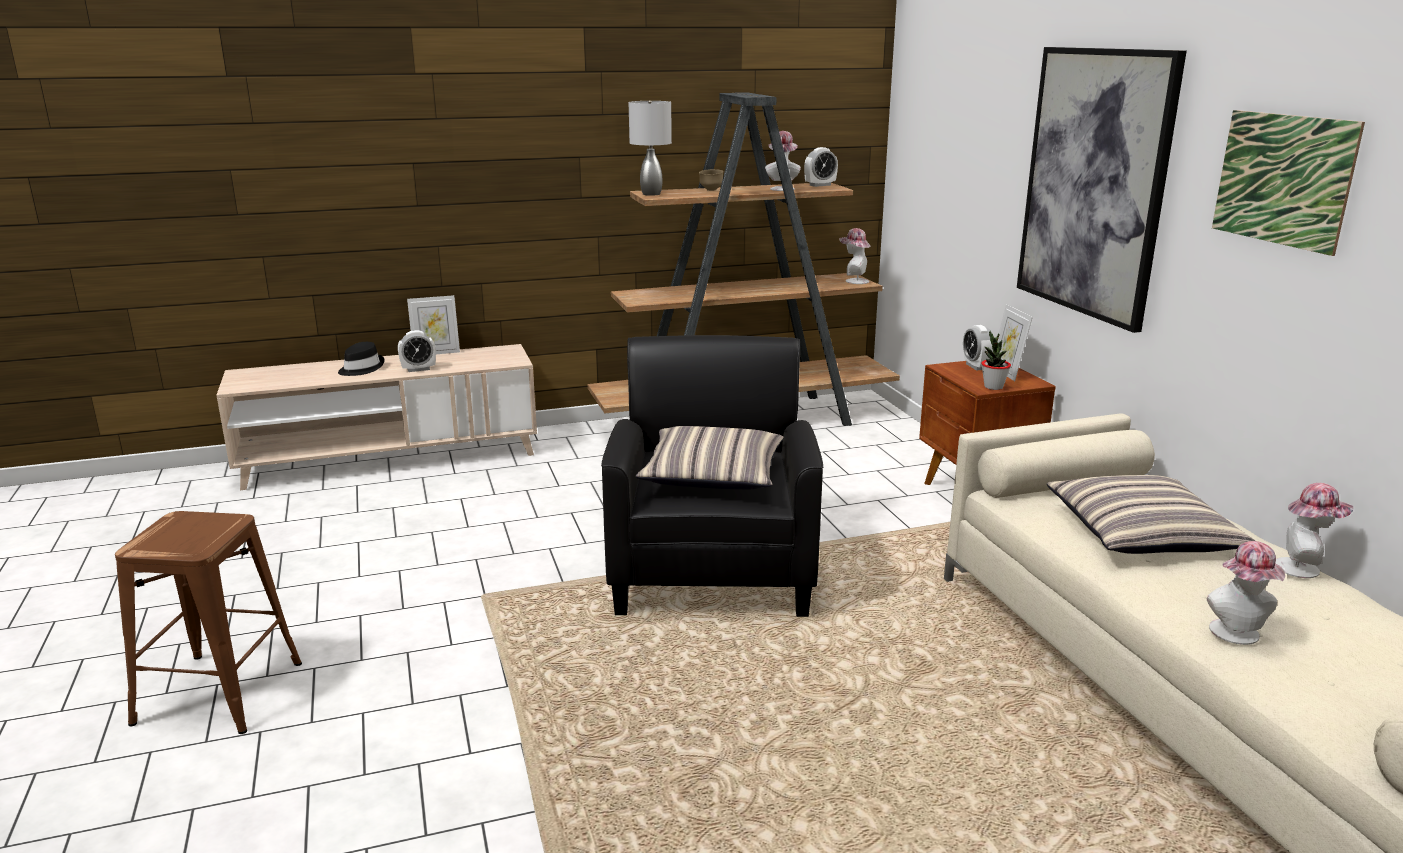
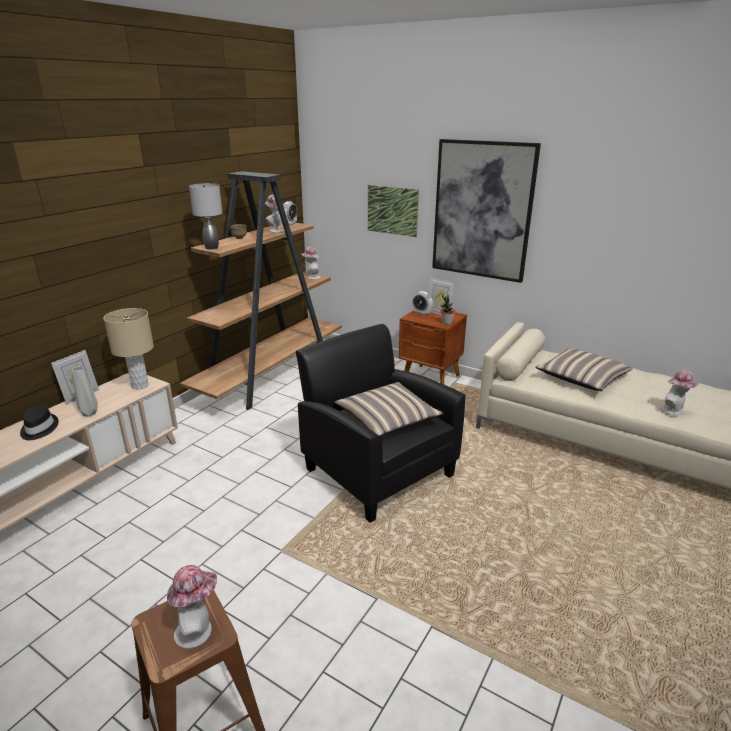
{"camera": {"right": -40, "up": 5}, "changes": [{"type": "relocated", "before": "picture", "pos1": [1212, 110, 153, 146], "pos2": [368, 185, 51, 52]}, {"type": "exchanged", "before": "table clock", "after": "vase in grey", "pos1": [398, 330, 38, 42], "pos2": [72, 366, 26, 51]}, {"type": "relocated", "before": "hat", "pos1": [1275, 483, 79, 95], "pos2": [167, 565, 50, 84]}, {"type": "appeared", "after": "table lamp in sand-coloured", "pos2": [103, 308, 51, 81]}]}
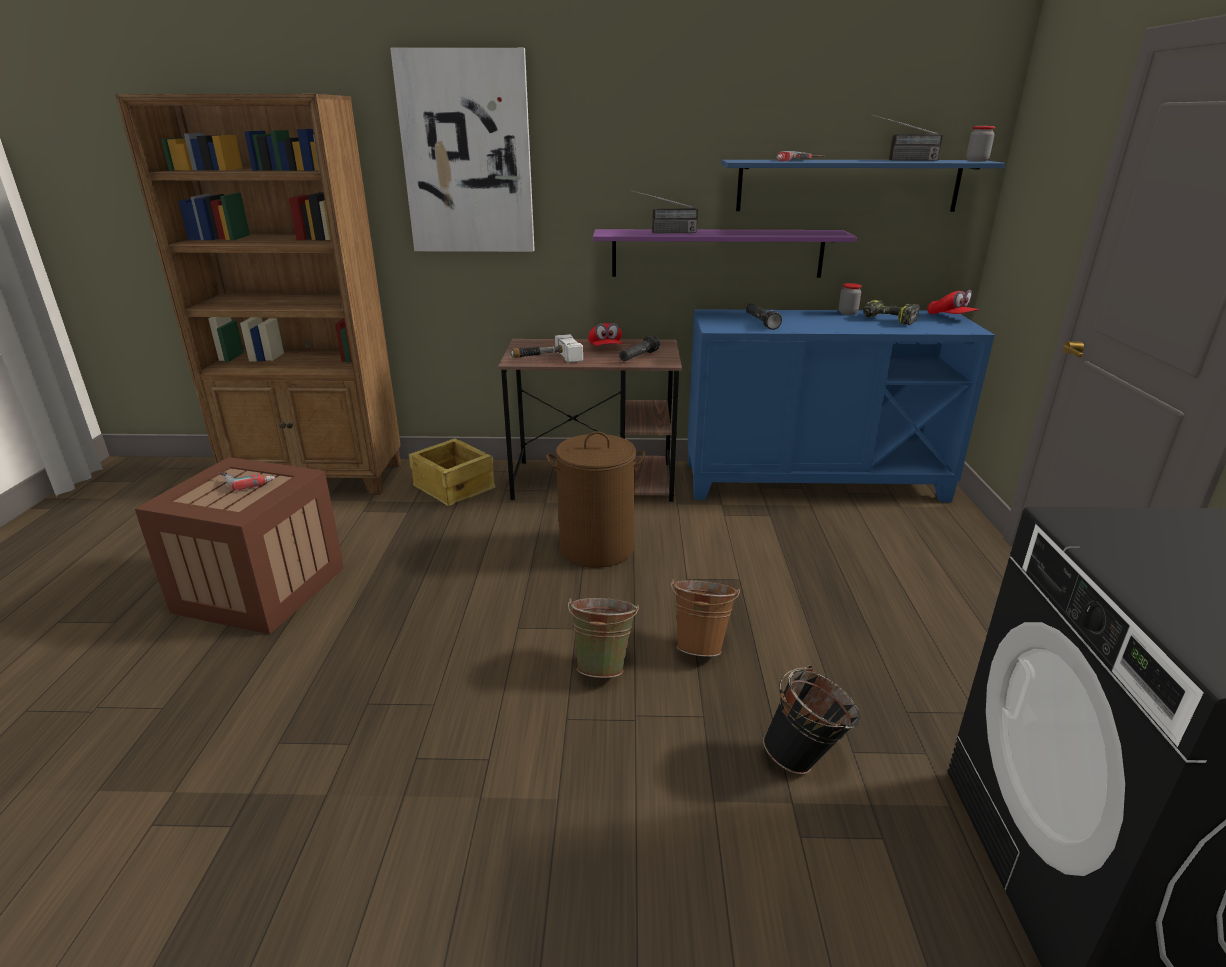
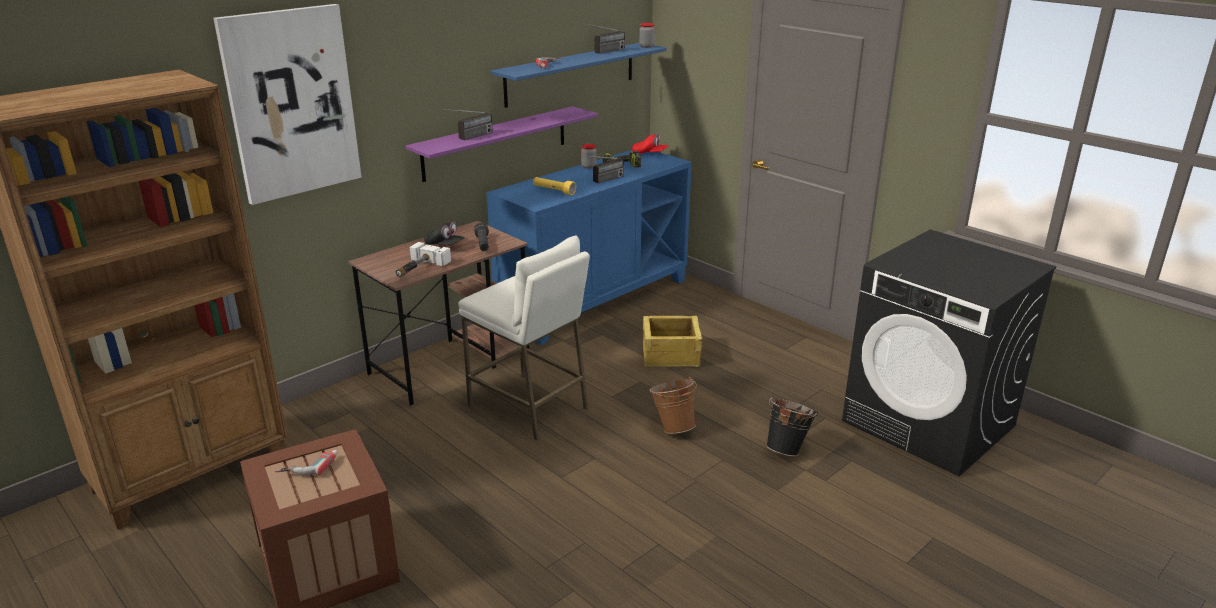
{"camera": {"right": -45, "up": 0}, "changes": [{"type": "colour", "before": "torch in black", "after": "torch in yellow", "pos1": [746, 303, 36, 27], "pos2": [533, 177, 43, 18]}, {"type": "colour", "before": "peaked cap in red", "after": "peaked cap in black", "pos1": [588, 323, 34, 23], "pos2": [424, 222, 41, 23]}, {"type": "exchanged", "before": "laundry basket in brown", "after": "stool in white", "pos1": [546, 432, 99, 136], "pos2": [458, 236, 132, 204]}, {"type": "relocated", "before": "shipping crate", "pos1": [409, 439, 87, 67], "pos2": [643, 316, 59, 51]}, {"type": "missing", "before": "bucket in green-coloured", "pos1": [568, 598, 71, 80]}, {"type": "appeared", "after": "radio", "pos2": [585, 156, 39, 28]}]}
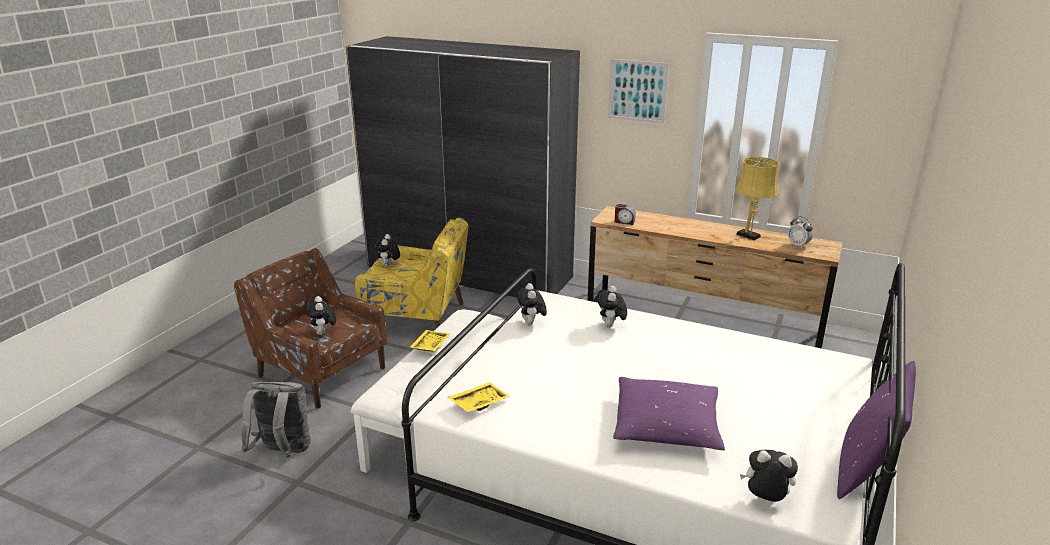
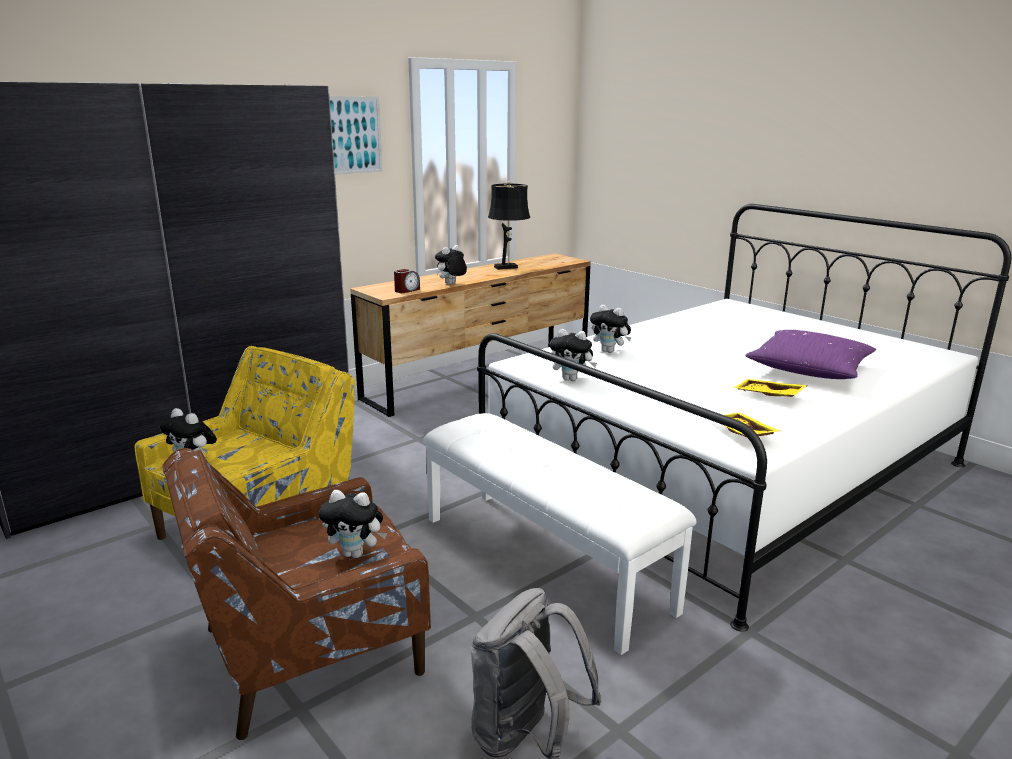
{"camera": {"right": -65, "up": -5}, "changes": [{"type": "colour", "before": "table lamp in yellow", "after": "table lamp in black", "pos1": [736, 157, 44, 83], "pos2": [488, 181, 42, 89]}, {"type": "missing", "before": "table clock", "pos1": [788, 216, 25, 32]}, {"type": "relocated", "before": "serving tray in yellow", "pos1": [410, 330, 40, 22], "pos2": [733, 379, 75, 18]}, {"type": "missing", "before": "throw pillow in purple", "pos1": [837, 361, 79, 138]}, {"type": "relocated", "before": "soft toy", "pos1": [740, 450, 58, 52], "pos2": [435, 245, 32, 39]}]}
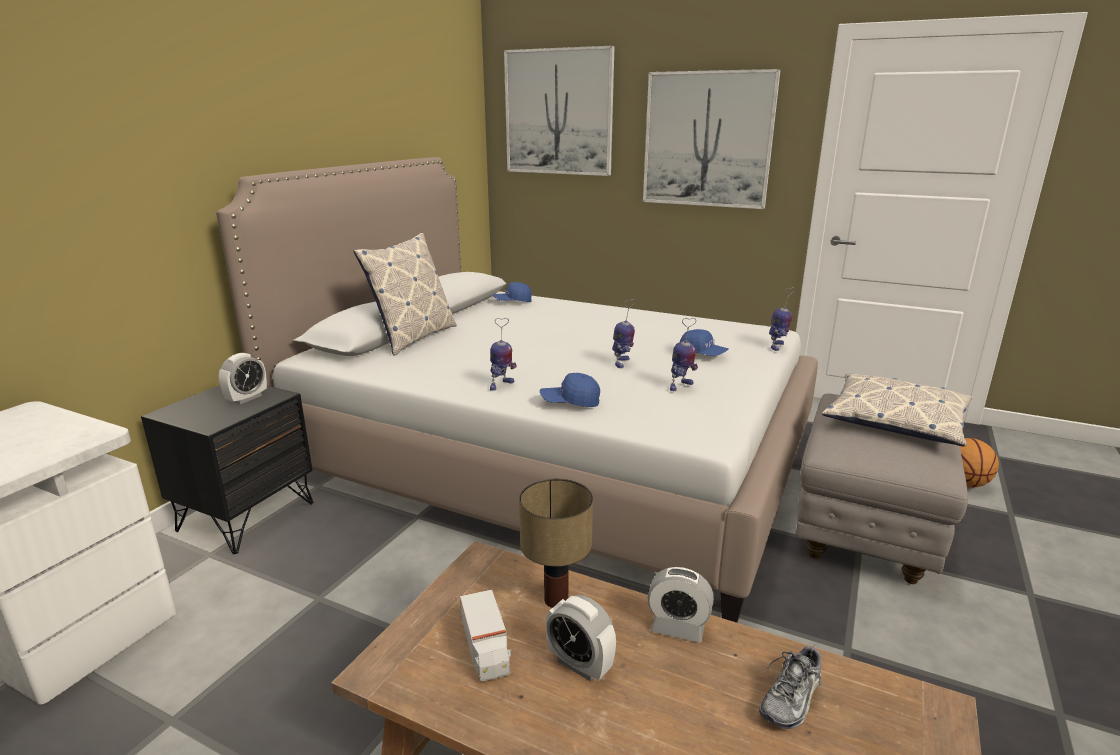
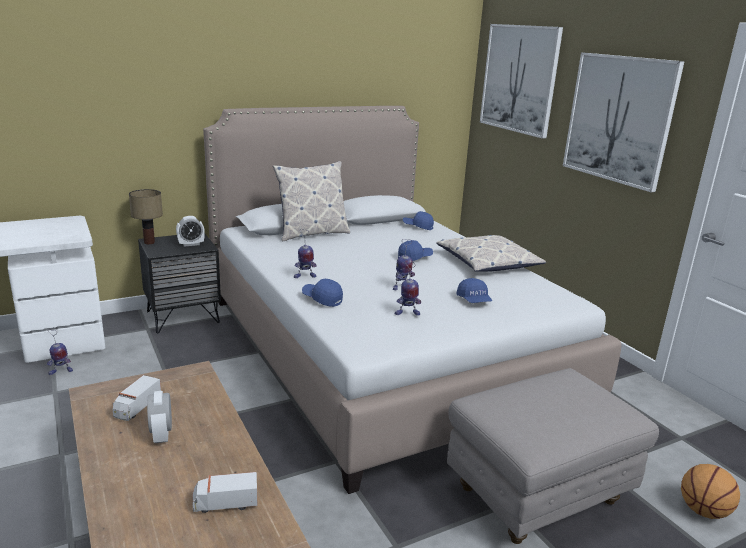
{"camera": {"right": 35, "up": 0}, "changes": [{"type": "relocated", "before": "toy robot", "pos1": [769, 287, 26, 64], "pos2": [47, 329, 26, 46]}, {"type": "relocated", "before": "throw pillow", "pos1": [822, 374, 150, 72], "pos2": [436, 235, 110, 37]}, {"type": "relocated", "before": "table lamp", "pos1": [519, 479, 74, 129], "pos2": [129, 189, 34, 55]}, {"type": "missing", "before": "table clock", "pos1": [648, 567, 66, 76]}, {"type": "exchanged", "before": "item of footwear", "after": "toy lorry", "pos1": [759, 643, 63, 86], "pos2": [192, 472, 65, 41]}, {"type": "appeared", "after": "peaked cap in bluish", "pos2": [398, 240, 35, 21]}]}
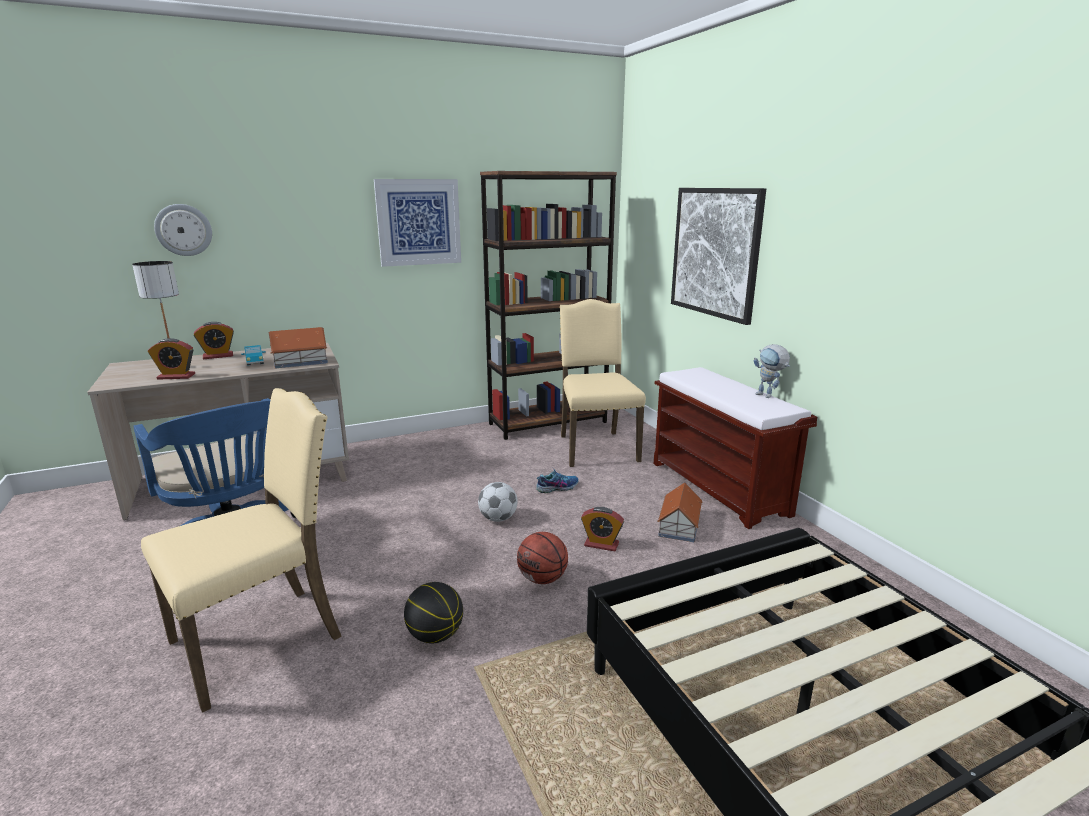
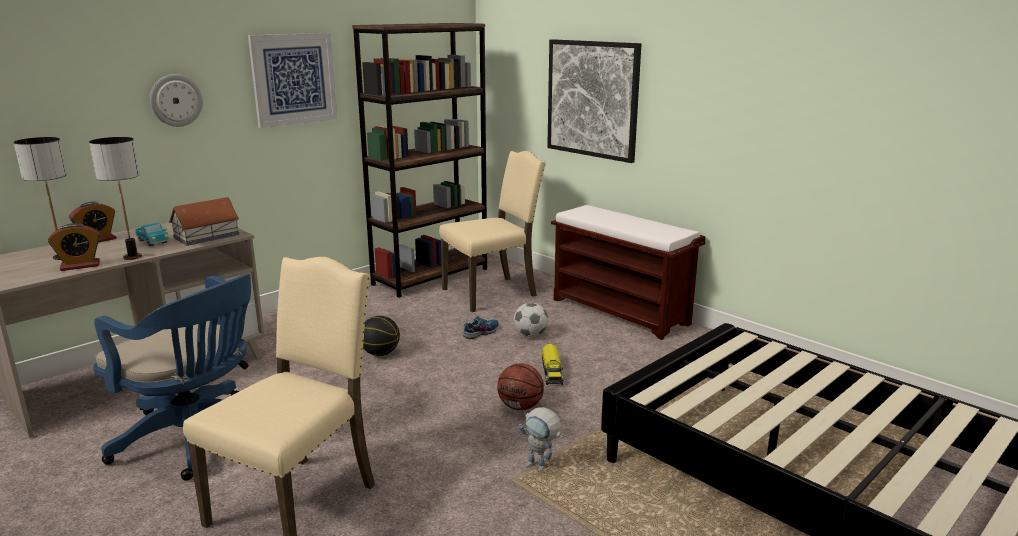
{"camera": {"right": -20, "up": 0}, "changes": [{"type": "relocated", "before": "hanging clock", "pos1": [154, 204, 58, 52], "pos2": [150, 74, 53, 53]}, {"type": "spun", "before": "chair in sand-coloured", "pos1": [560, 299, 86, 168], "pos2": [439, 151, 107, 161], "turn": 90}, {"type": "relocated", "before": "toy robot", "pos1": [754, 344, 36, 54], "pos2": [519, 407, 44, 64]}, {"type": "relocated", "before": "ball for football", "pos1": [478, 482, 40, 40], "pos2": [514, 303, 34, 34]}, {"type": "missing", "before": "miniature house", "pos1": [657, 483, 46, 59]}, {"type": "exchanged", "before": "table clock", "after": "toy lorry", "pos1": [581, 507, 43, 44], "pos2": [542, 344, 22, 41]}, {"type": "relocated", "before": "basketball ball", "pos1": [404, 582, 59, 61], "pos2": [363, 316, 37, 40]}, {"type": "appeared", "after": "table lamp", "pos2": [89, 137, 53, 123]}]}
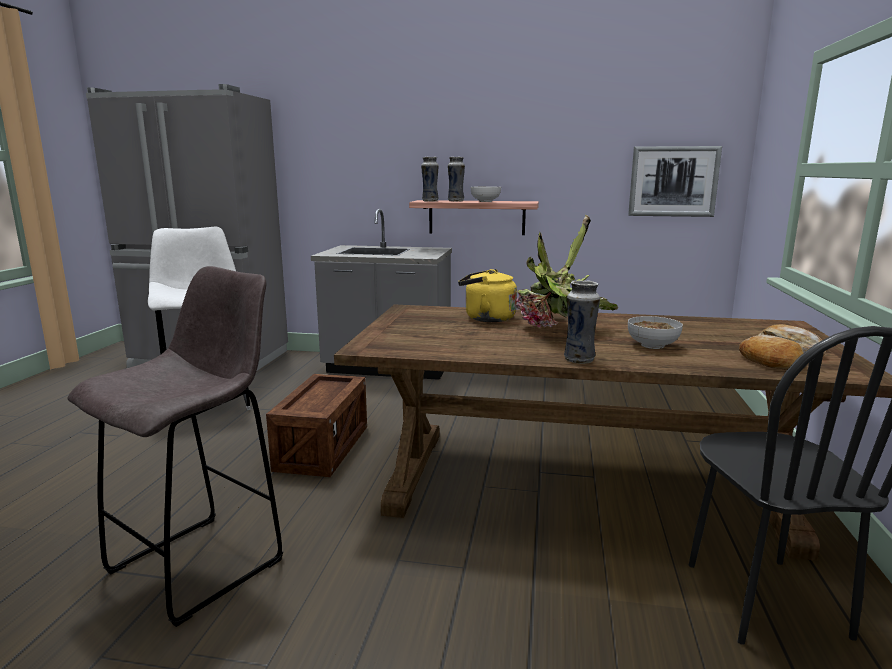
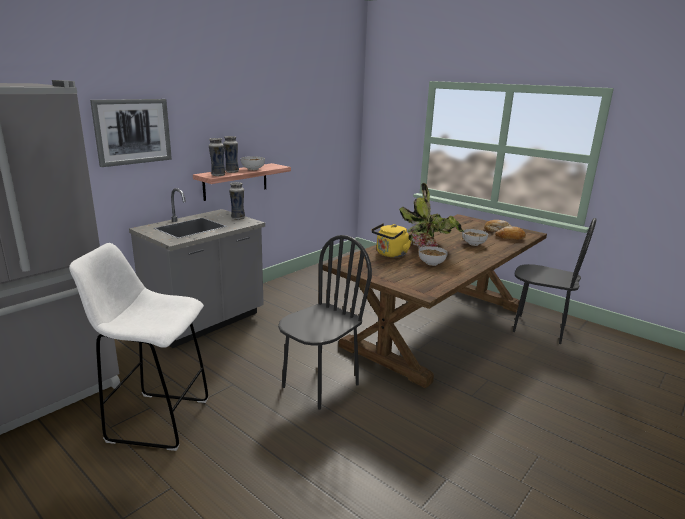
{"camera": {"right": -60, "up": 5}, "changes": [{"type": "relocated", "before": "picture", "pos1": [628, 146, 94, 71], "pos2": [90, 99, 82, 68]}, {"type": "missing", "before": "stool in grey", "pos1": [67, 266, 216, 361]}, {"type": "relocated", "before": "vase", "pos1": [564, 280, 36, 84], "pos2": [229, 182, 16, 38]}, {"type": "exchanged", "before": "shipping crate", "after": "chair in black", "pos1": [266, 374, 101, 103], "pos2": [278, 235, 94, 175]}, {"type": "appeared", "after": "serving bowl", "pos2": [419, 246, 29, 20]}]}
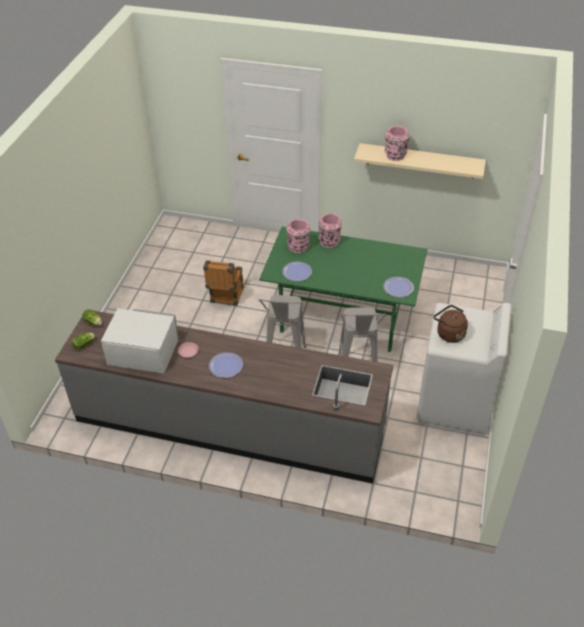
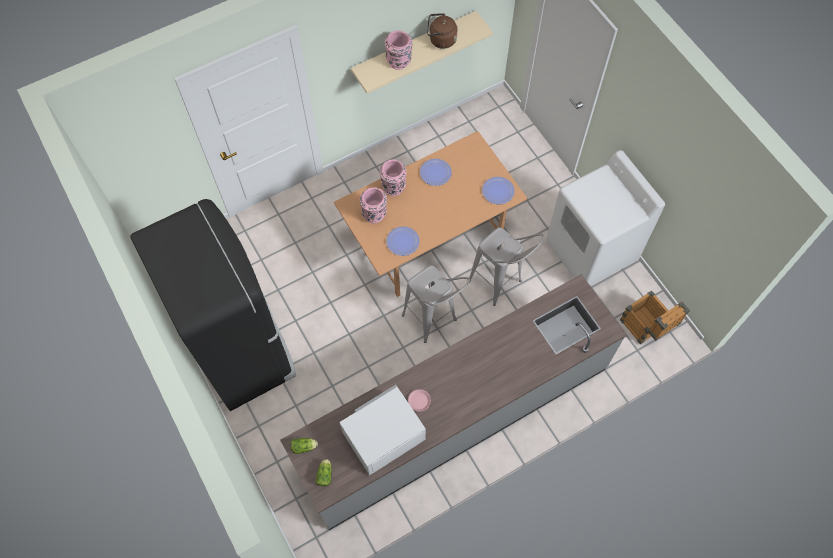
{"camera": {"right": -45, "up": 20}, "changes": [{"type": "colour", "before": "dinner table in green-coloured", "after": "dinner table in brown", "pos1": [259, 227, 168, 125], "pos2": [334, 131, 194, 166]}, {"type": "relocated", "before": "shipping crate", "pos1": [203, 260, 41, 46], "pos2": [620, 290, 70, 54]}, {"type": "relocated", "before": "tea kettle in brown", "pos1": [433, 305, 35, 38], "pos2": [427, 13, 31, 36]}, {"type": "relocated", "before": "flat dish", "pos1": [209, 352, 34, 26], "pos2": [420, 159, 32, 27]}, {"type": "appeared", "after": "refrigerator in black", "pos2": [130, 199, 166, 212]}]}
